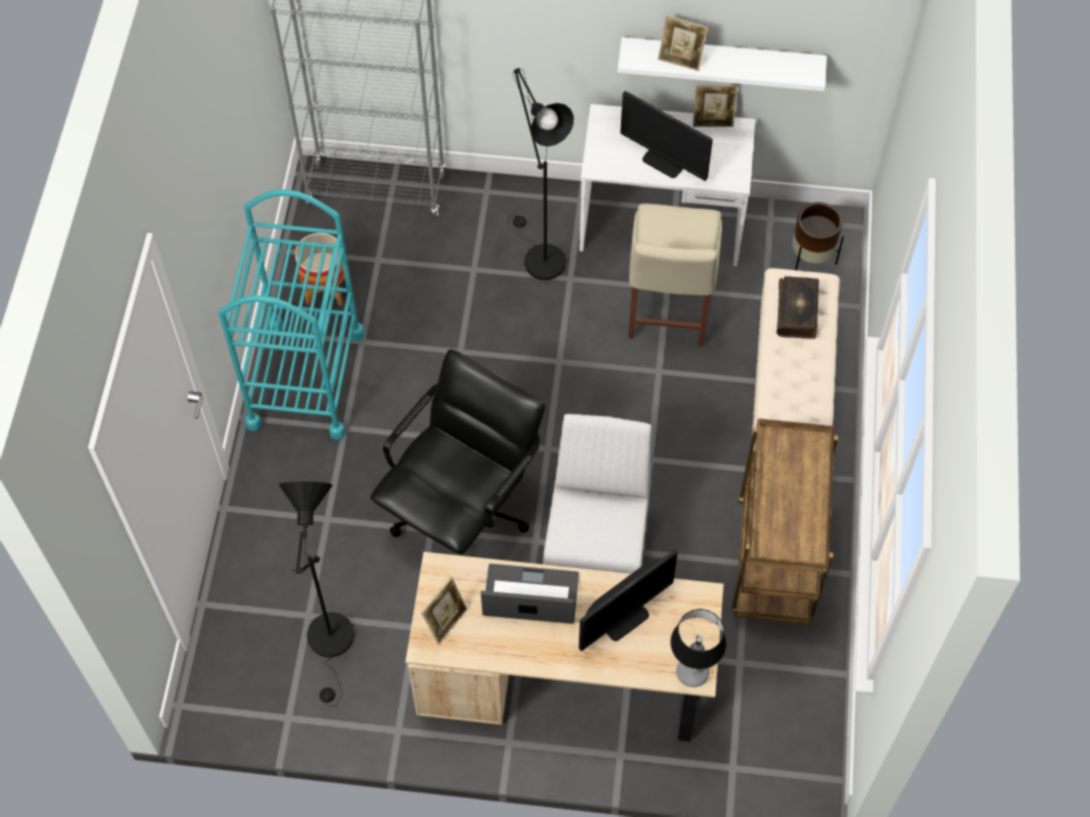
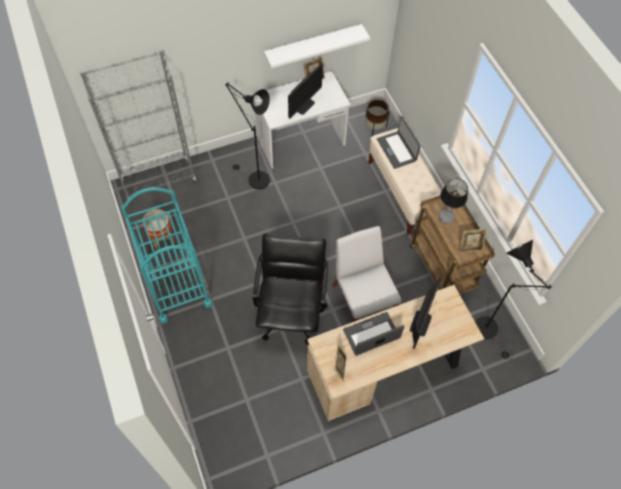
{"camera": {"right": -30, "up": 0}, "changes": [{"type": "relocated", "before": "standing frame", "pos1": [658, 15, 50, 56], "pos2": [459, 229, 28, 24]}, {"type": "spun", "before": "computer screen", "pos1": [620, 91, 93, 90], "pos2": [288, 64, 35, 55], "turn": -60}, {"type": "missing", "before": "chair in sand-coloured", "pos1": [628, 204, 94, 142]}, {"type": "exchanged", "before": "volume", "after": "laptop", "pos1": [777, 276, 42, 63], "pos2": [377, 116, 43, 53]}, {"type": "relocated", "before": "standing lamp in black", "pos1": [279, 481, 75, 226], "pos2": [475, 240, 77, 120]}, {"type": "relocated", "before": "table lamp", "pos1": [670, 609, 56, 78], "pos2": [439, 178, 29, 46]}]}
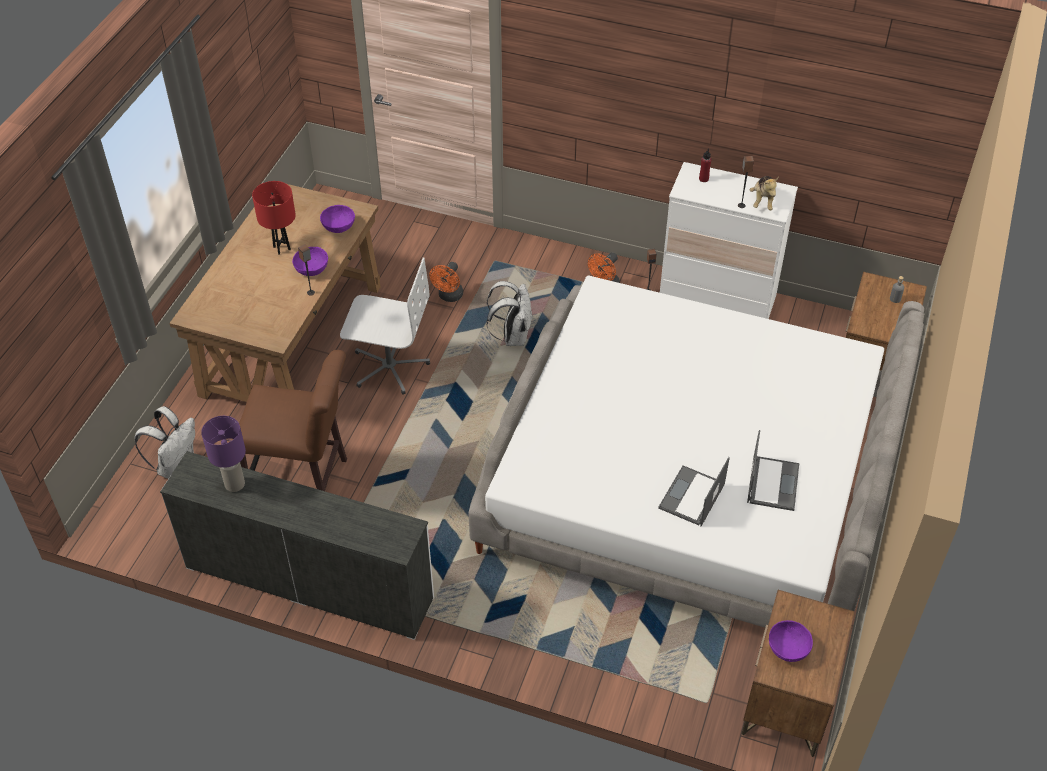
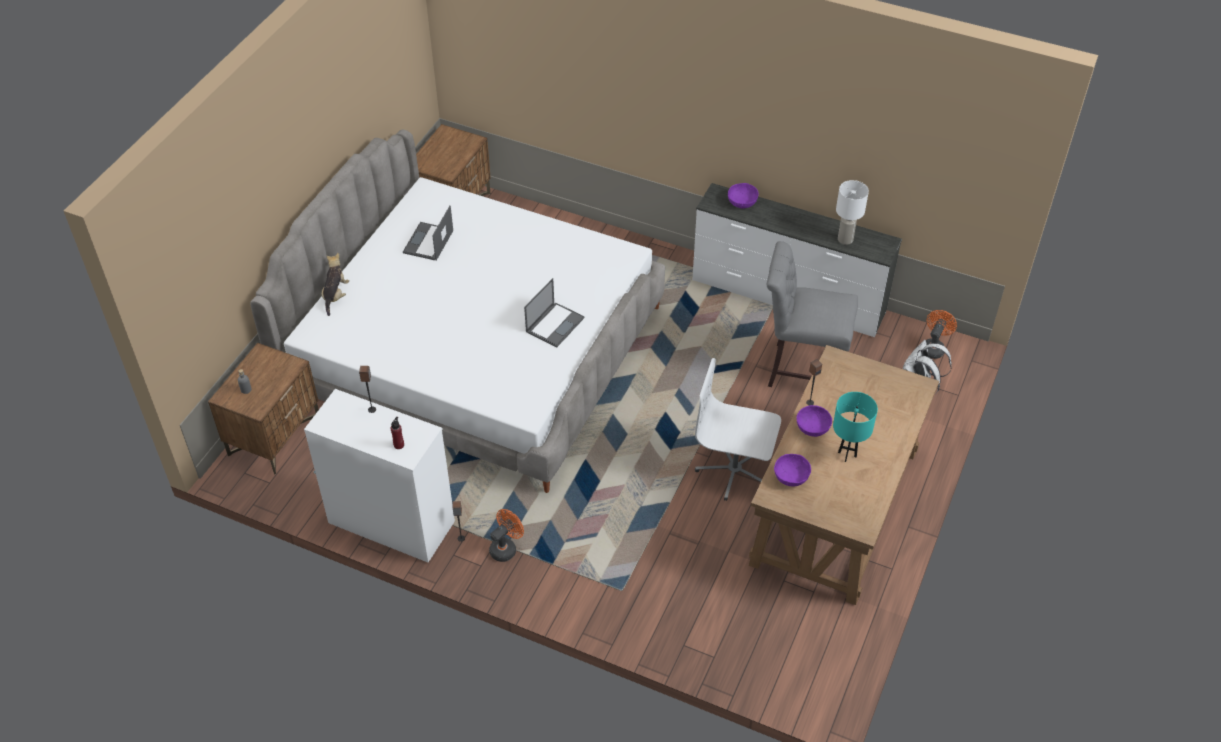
{"camera": {"right": -175, "up": 0}, "changes": [{"type": "relocated", "before": "soft toy", "pos1": [750, 176, 29, 34], "pos2": [322, 253, 27, 63]}, {"type": "colour", "before": "table lamp in red", "after": "table lamp in turquoise", "pos1": [252, 181, 44, 74], "pos2": [833, 392, 45, 70]}, {"type": "relocated", "before": "fan in orange-coloured", "pos1": [429, 262, 34, 40], "pos2": [926, 310, 31, 49]}, {"type": "missing", "before": "backpack in white", "pos1": [486, 281, 47, 65]}, {"type": "colour", "before": "chair in brown", "after": "chair in grey", "pos1": [239, 350, 108, 141], "pos2": [767, 241, 91, 146]}, {"type": "colour", "before": "table lamp in purple", "after": "table lamp in white", "pos1": [201, 416, 45, 76], "pos2": [836, 180, 33, 65]}, {"type": "relocated", "before": "laptop", "pos1": [658, 457, 72, 69], "pos2": [524, 278, 60, 69]}, {"type": "relocated", "before": "serving bowl in purple", "pos1": [769, 620, 44, 42], "pos2": [728, 183, 31, 25]}]}
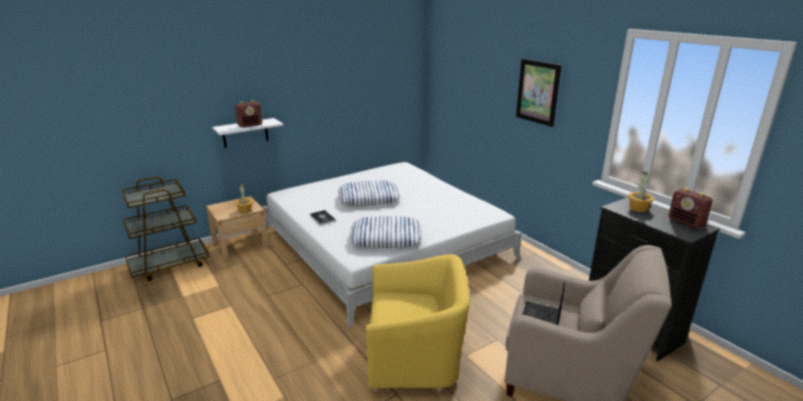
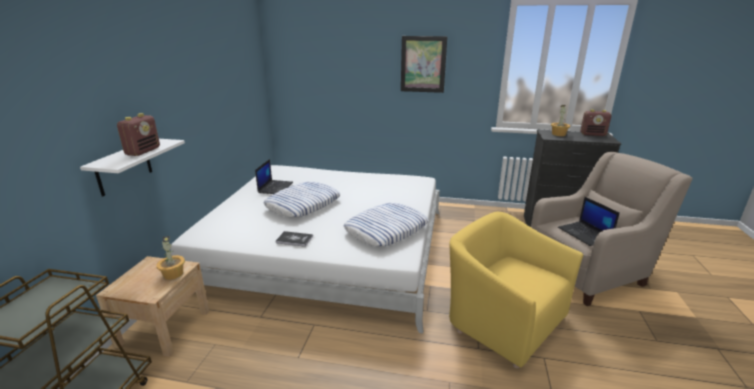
{"camera": {"right": -45, "up": 0}, "changes": [{"type": "spun", "before": "easy chair in yellow", "pos1": [366, 254, 104, 138], "pos2": [449, 211, 134, 157], "turn": -90}, {"type": "appeared", "after": "laptop", "pos2": [255, 159, 38, 35]}]}
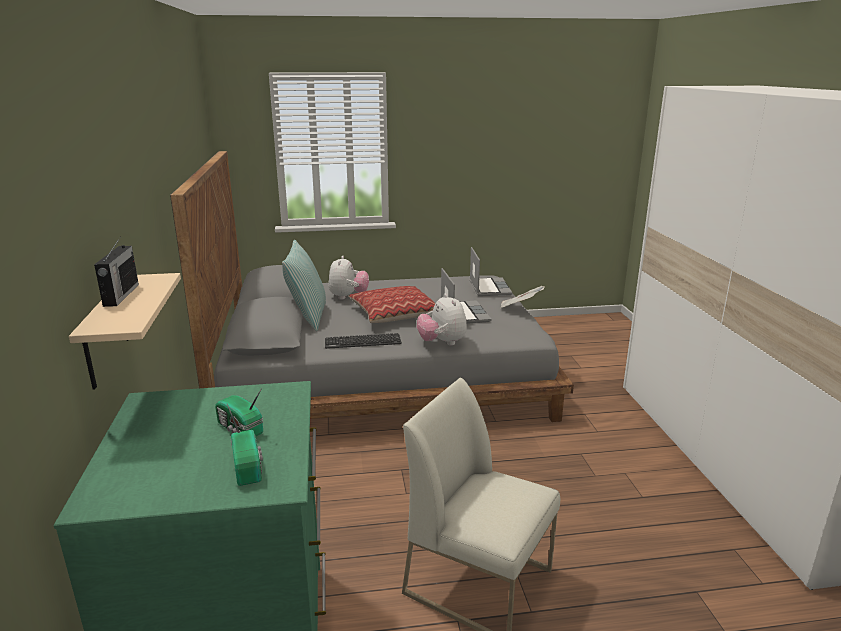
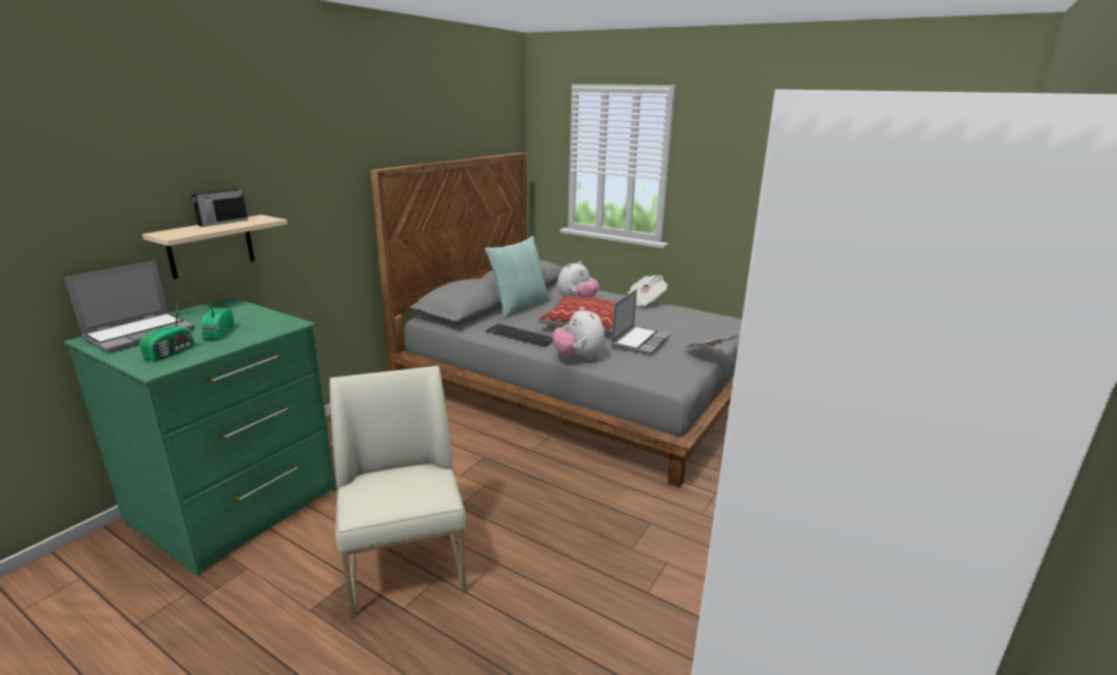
{"camera": {"right": 40, "up": 0}, "changes": [{"type": "relocated", "before": "laptop", "pos1": [470, 247, 43, 49], "pos2": [64, 261, 131, 92]}, {"type": "spun", "before": "soft toy", "pos1": [417, 294, 50, 51], "pos2": [553, 307, 52, 53], "turn": -45}, {"type": "appeared", "after": "daily paper", "pos2": [628, 275, 40, 31]}]}
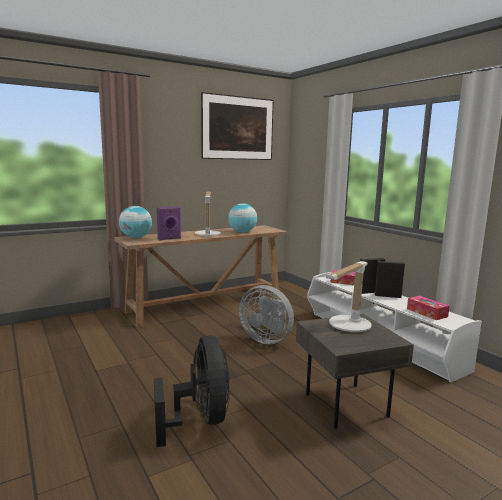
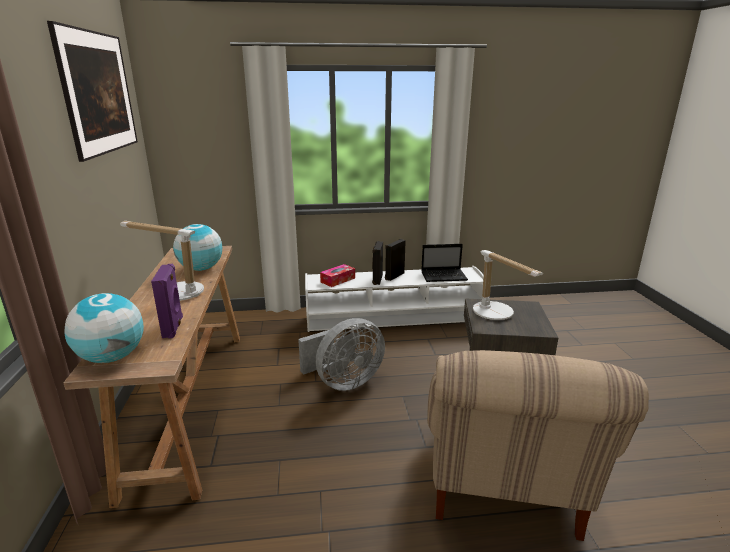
{"camera": {"right": -65, "up": 10}, "changes": [{"type": "exchanged", "before": "tissue holder", "after": "laptop", "pos1": [407, 296, 43, 24], "pos2": [421, 244, 47, 38]}, {"type": "exchanged", "before": "fan in black", "after": "easy chair in sand-coloured", "pos1": [154, 335, 76, 112], "pos2": [427, 350, 222, 191]}]}
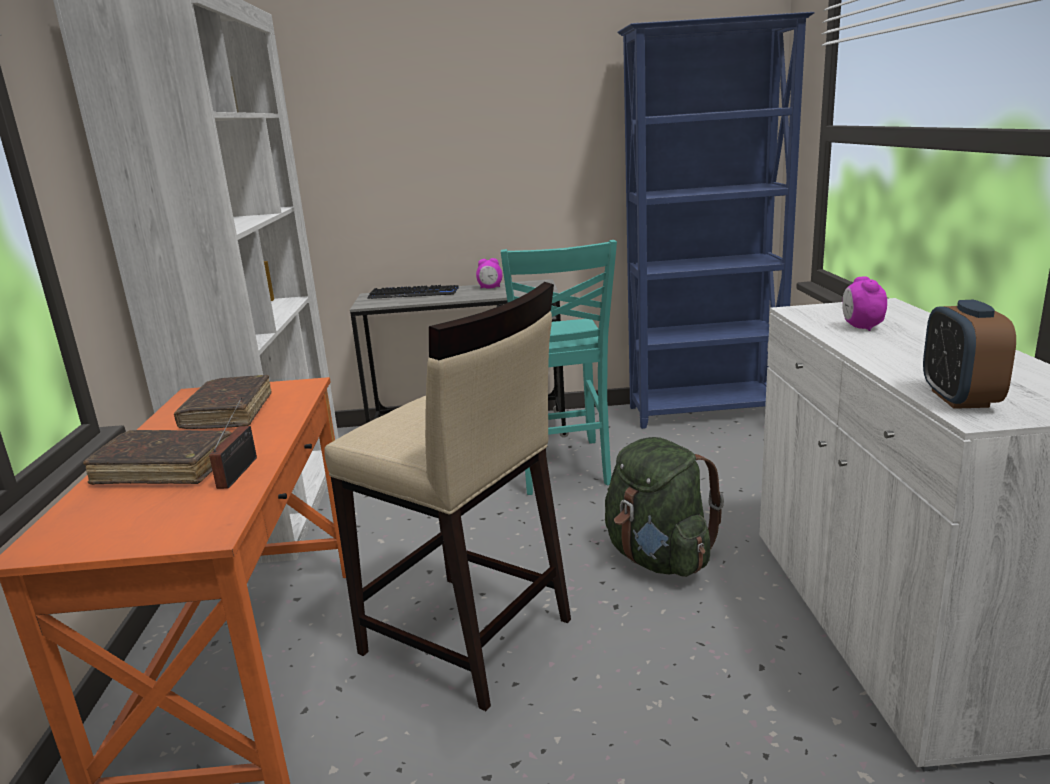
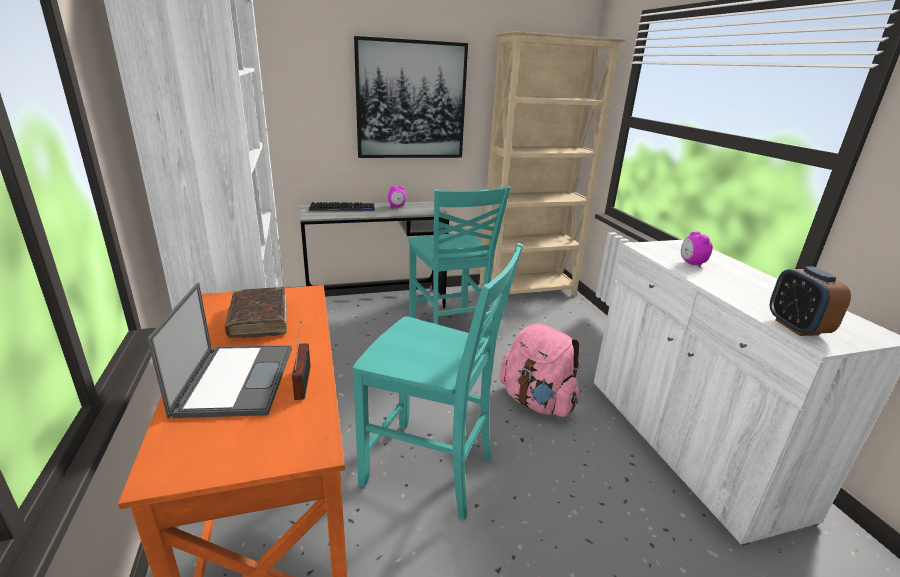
{"camera": {"right": -15, "up": 5}, "changes": [{"type": "colour", "before": "bookshelf in bluish", "after": "bookshelf in sand-coloured", "pos1": [617, 12, 198, 417], "pos2": [479, 31, 147, 272]}, {"type": "exchanged", "before": "stool in sand-coloured", "after": "chair in turquoise", "pos1": [324, 282, 247, 429], "pos2": [353, 243, 170, 276]}, {"type": "exchanged", "before": "volume in brown", "after": "laptop", "pos1": [83, 430, 149, 55], "pos2": [147, 282, 145, 136]}, {"type": "colour", "before": "backpack in green-coloured", "after": "backpack in pink-coloured", "pos1": [605, 437, 119, 140], "pos2": [500, 324, 80, 93]}, {"type": "appeared", "after": "picture", "pos2": [354, 36, 114, 122]}]}
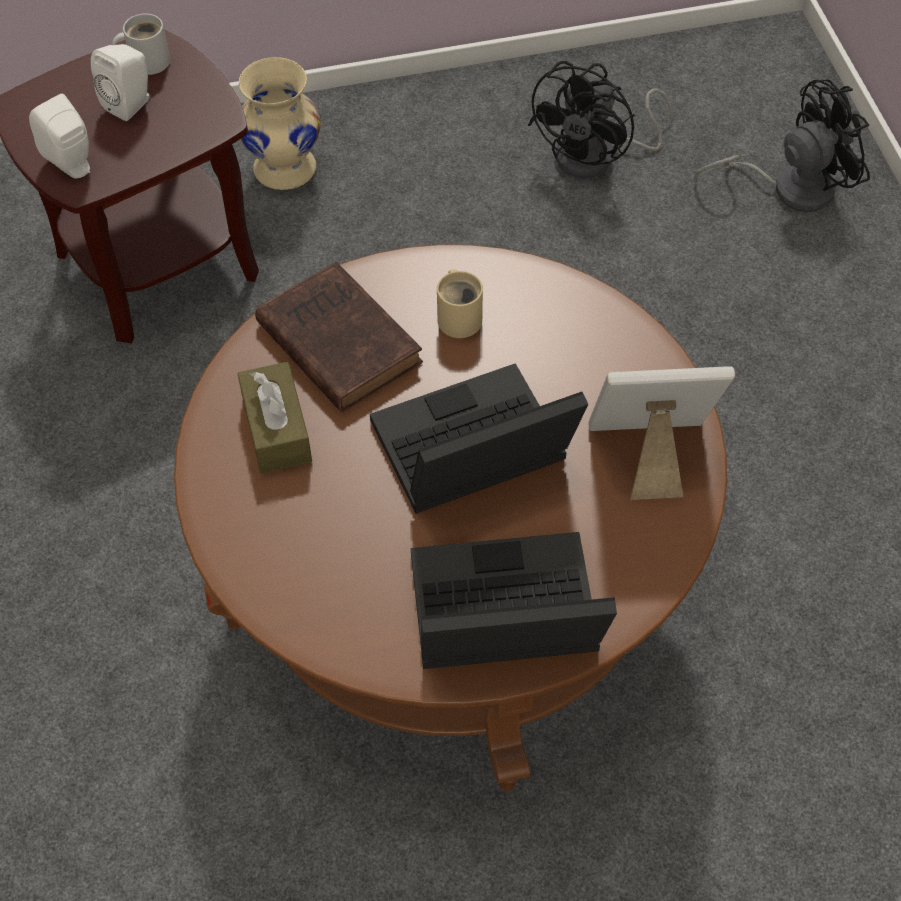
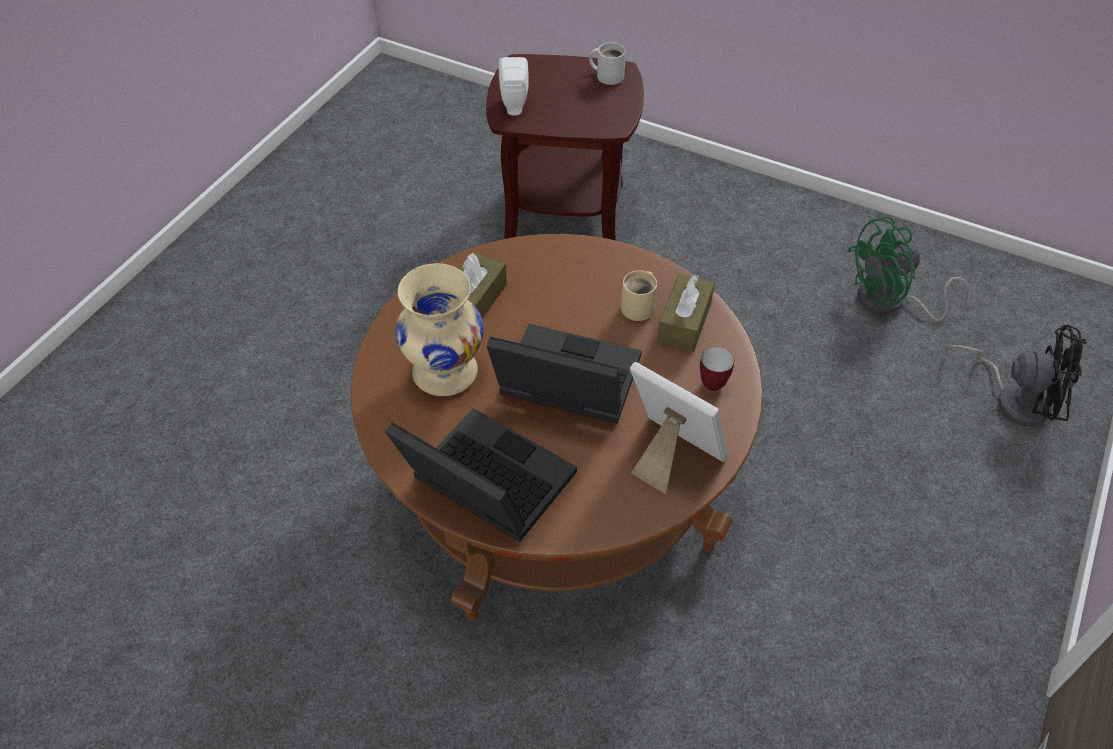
{"camera": {"right": 40, "up": -5}, "changes": [{"type": "missing", "before": "loudspeaker in white", "pos1": [91, 44, 58, 77]}, {"type": "relocated", "before": "vase in sand-coloured", "pos1": [239, 57, 82, 133], "pos2": [395, 263, 89, 133]}, {"type": "colour", "before": "fan in black", "after": "fan in green-coloured", "pos1": [528, 61, 146, 118], "pos2": [847, 216, 124, 106]}, {"type": "missing", "before": "volume in brown", "pos1": [255, 262, 168, 151]}, {"type": "appeared", "after": "tissue holder in brown", "pos2": [657, 273, 58, 79]}, {"type": "appeared", "after": "mug", "pos2": [700, 347, 34, 44]}]}
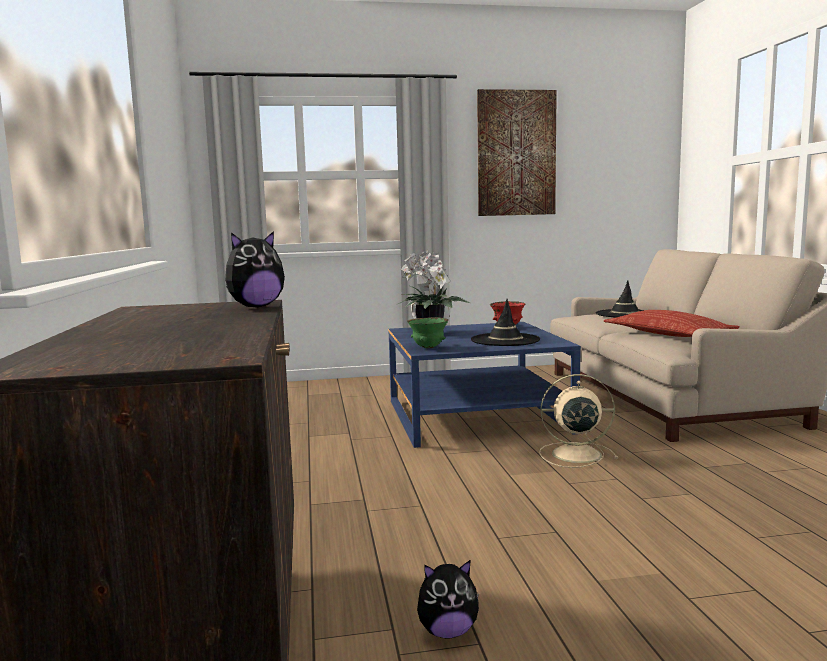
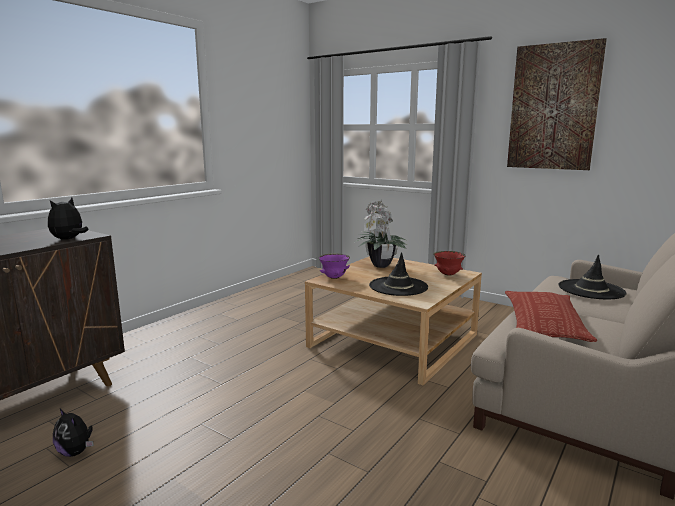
{"camera": {"right": 45, "up": 5}, "changes": [{"type": "spun", "before": "soft toy", "pos1": [225, 231, 60, 77], "pos2": [48, 198, 41, 42], "turn": 105}, {"type": "colour", "before": "serving bowl in green-coloured", "after": "serving bowl in purple", "pos1": [407, 317, 41, 31], "pos2": [319, 253, 31, 26]}, {"type": "colour", "before": "low table in bluish", "after": "low table in sand-coloured", "pos1": [388, 322, 193, 126], "pos2": [305, 256, 177, 129]}, {"type": "missing", "before": "fan in sand-coloured", "pos1": [539, 374, 79, 94]}]}
